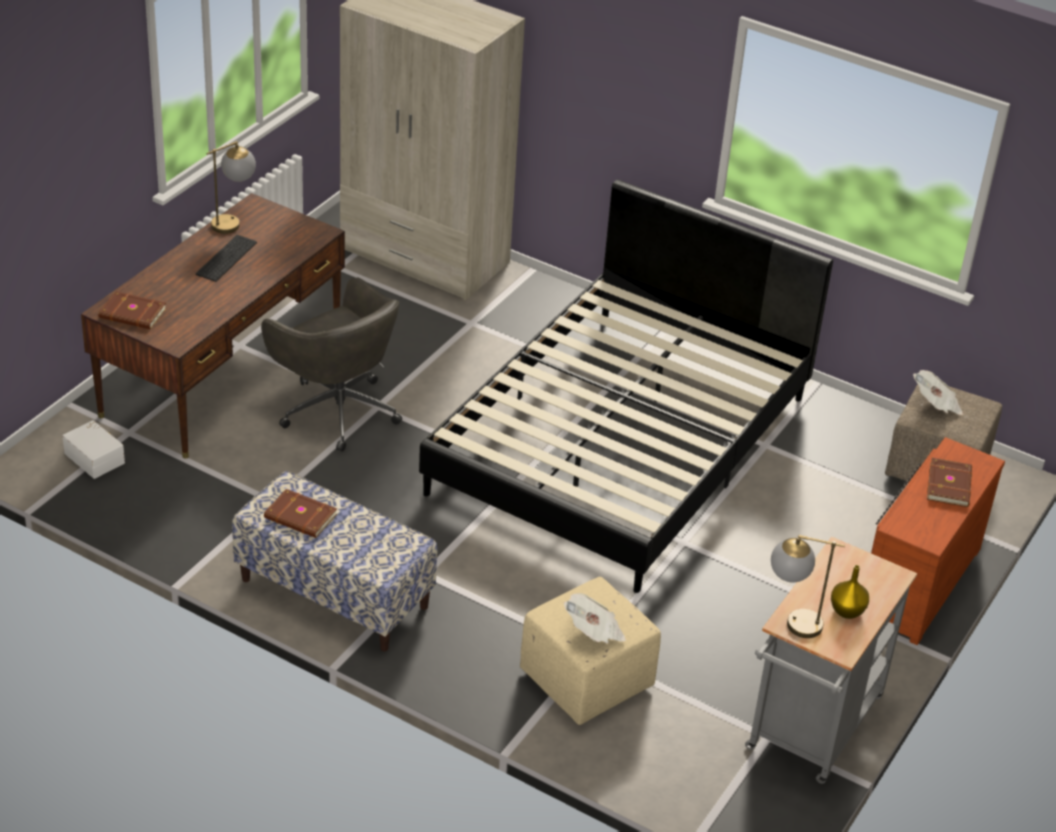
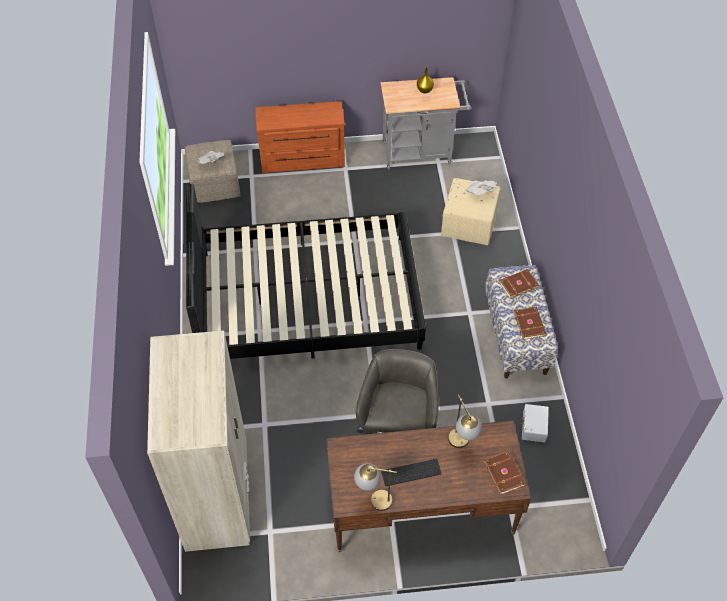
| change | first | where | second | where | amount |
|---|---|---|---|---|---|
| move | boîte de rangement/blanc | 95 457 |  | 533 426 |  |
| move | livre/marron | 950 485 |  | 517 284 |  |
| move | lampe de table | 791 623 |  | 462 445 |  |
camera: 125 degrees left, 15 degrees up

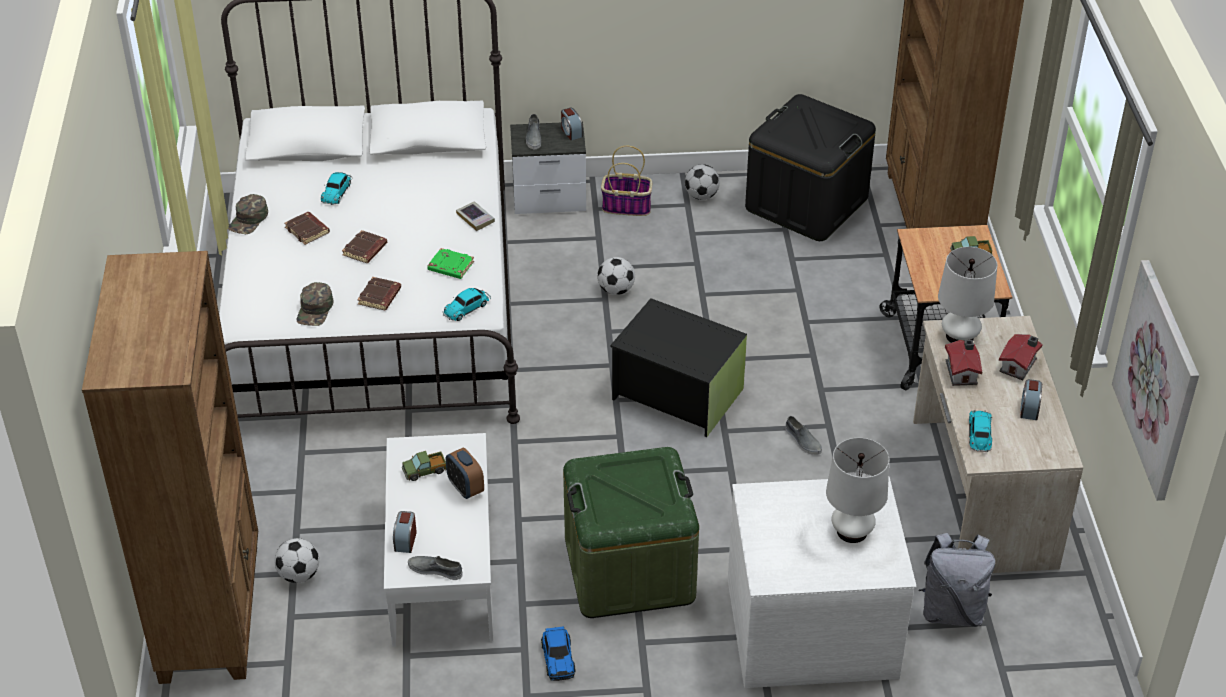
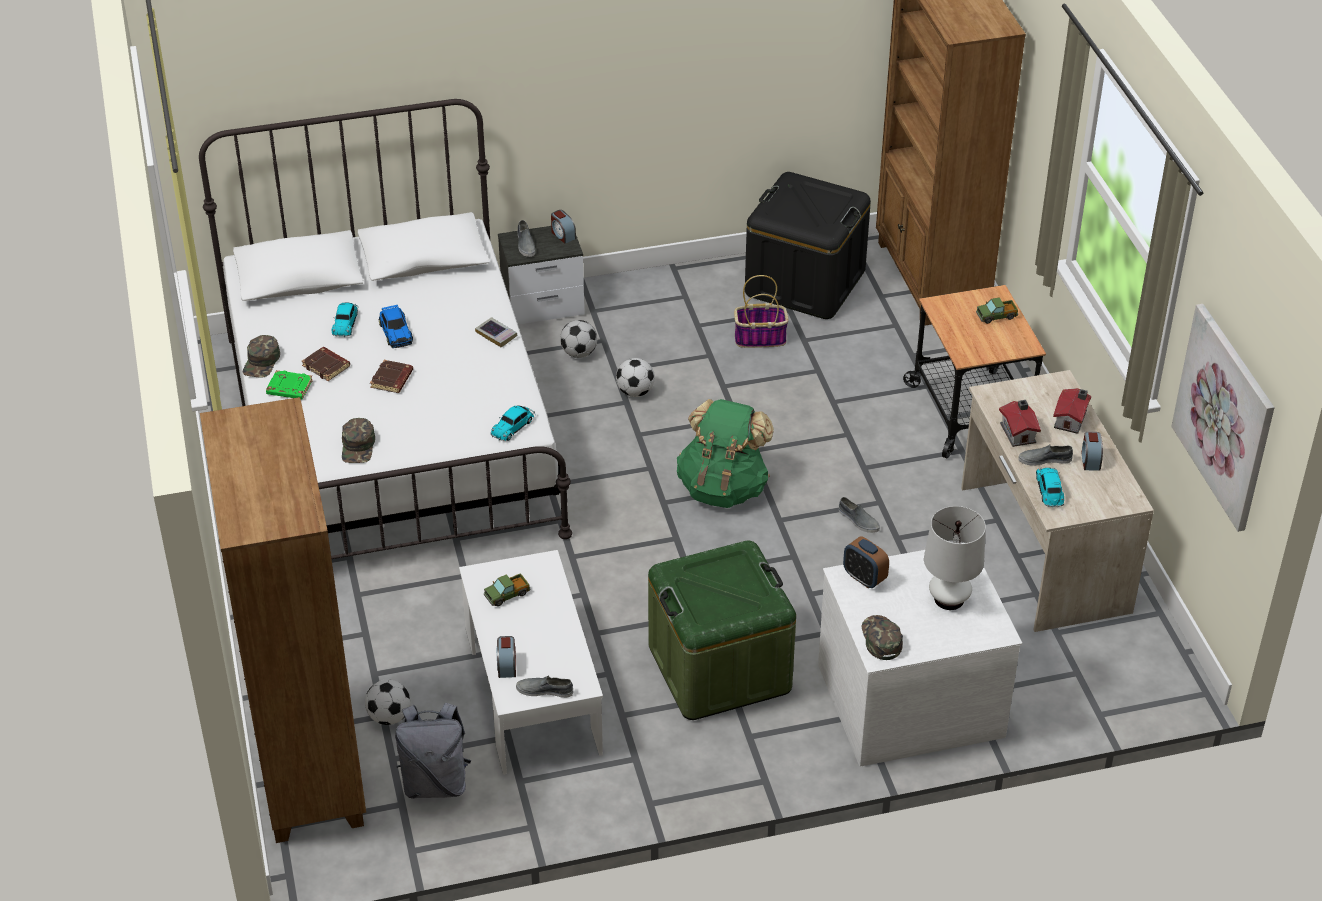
| change | first | where | second | where | amount |
|---|---|---|---|---|---|
| move | panier | 627 206 |  | 760 338 |  |
| move | ballon de foot | 702 196 |  | 579 353 |  |
| delete | lampe de table/blanc | 959 336 |  |  |  |
| move | livre/vert | 450 267 |  | 289 388 |  |
| delete | livre/marron | 380 297 |  |  |  |
| replace | boîte de rangement/noir | 678 392 | sac à dos/vert | 723 488 |  |
| move | réveil | 465 488 |  | 864 578 |  |
| move | sac à dos/gris | 952 611 |  | 435 783 |  |
| move | petite voiture | 558 658 |  | 396 332 |  |
| insert |  |  | chaussure/gris | 1044 459 |  |
| insert |  |  | casquette/vert | 880 639 |  |
camera: 10 degrees left, 0 degrees up

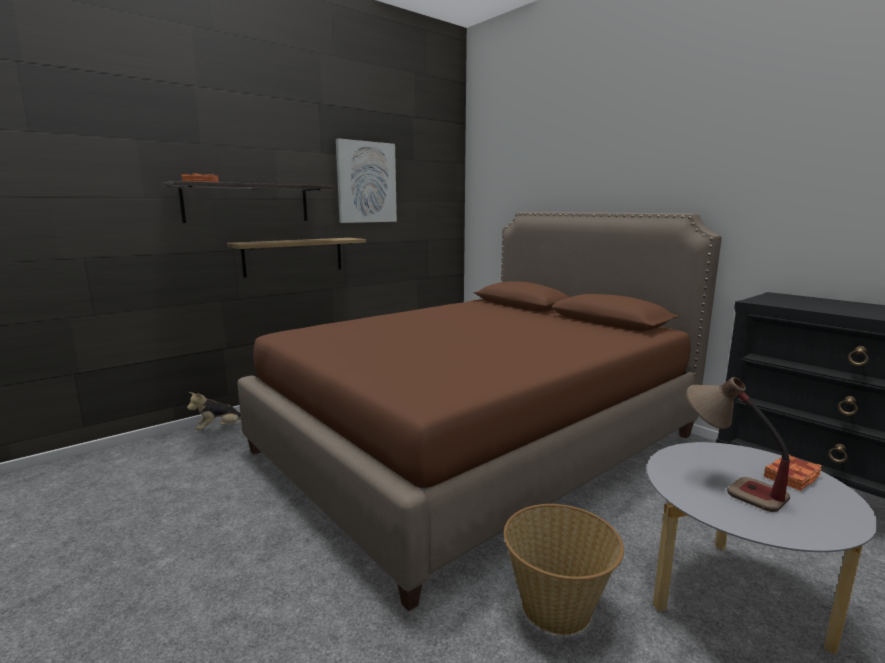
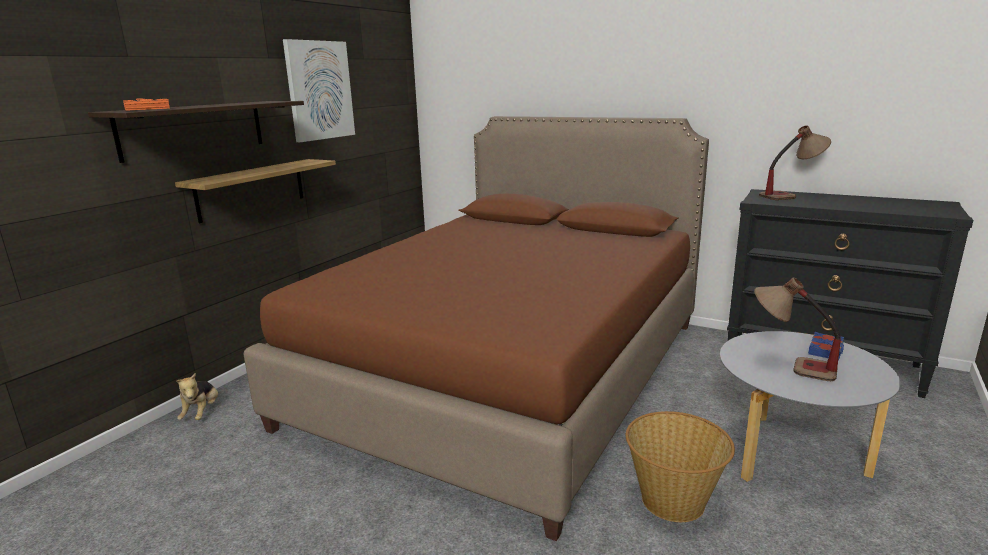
| change | first | where | second | where | amount |
|---|---|---|---|---|---|
| rotate | peluche | 220 428 |  | 202 413 | 45 degrees counterclockwise |
| recolor | livre/orange | 792 477 | livre/bleu | 826 350 |  |
| insert |  |  | lampe de table | 791 196 |  |
camera: 20 degrees left, 5 degrees up

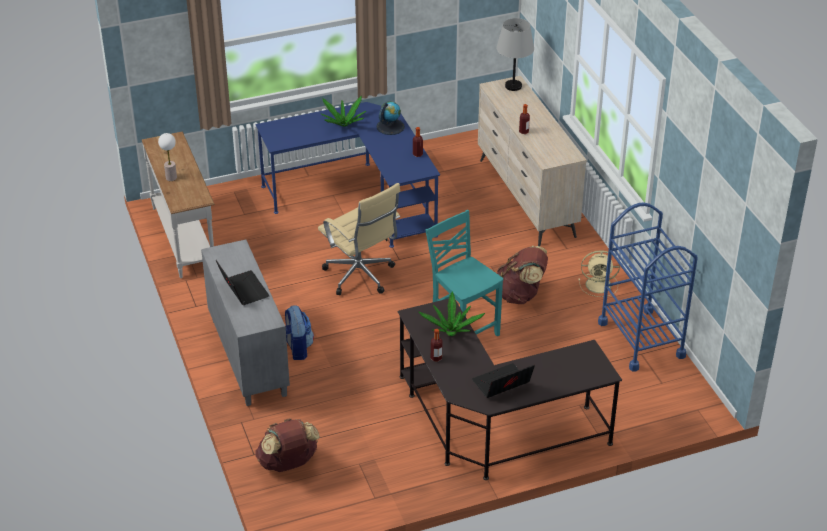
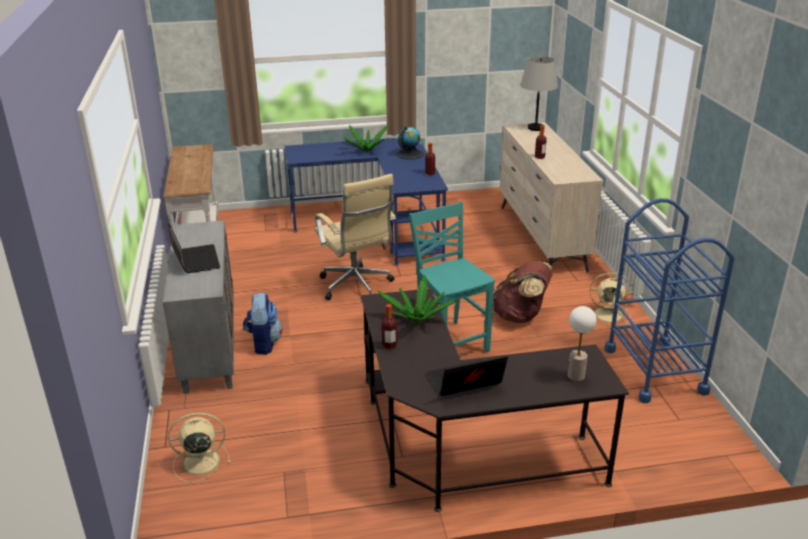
| change | first | where | second | where | amount |
|---|---|---|---|---|---|
| move | lampe de table | 171 178 |  | 575 376 |  |
| replace | sac à dos/marron | 288 464 | ventilateur/beige | 199 462 |  |
camera: 10 degrees right, 10 degrees down

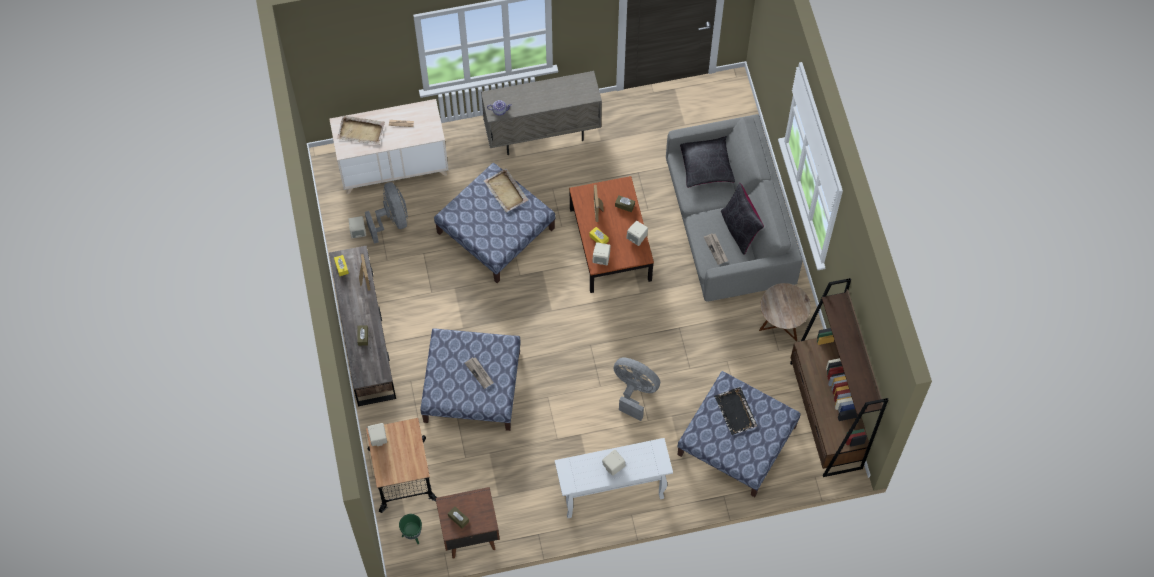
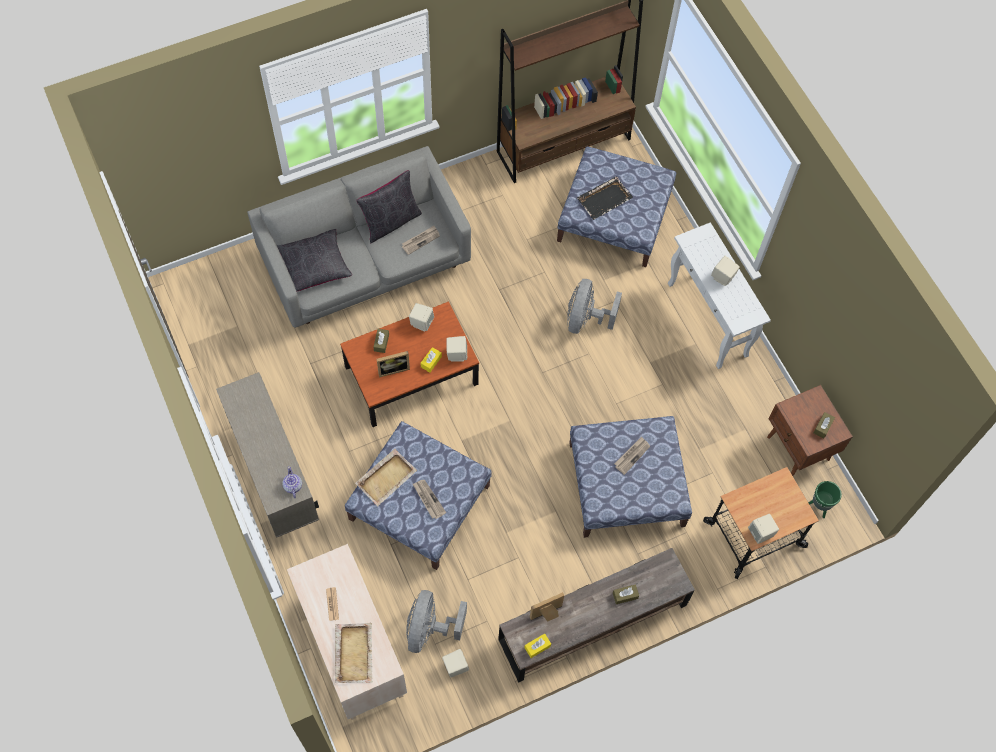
| change | first | where | second | where | amount |
|---|---|---|---|---|---|
| rotate | ventilateur/gris | 392 220 |  | 430 629 | 45 degrees counterclockwise |
| delete | table d'appoint/marron | 780 326 |  |  |  |
| insert |  |  | journal | 428 499 |  |
camera: 105 degrees left, 0 degrees up

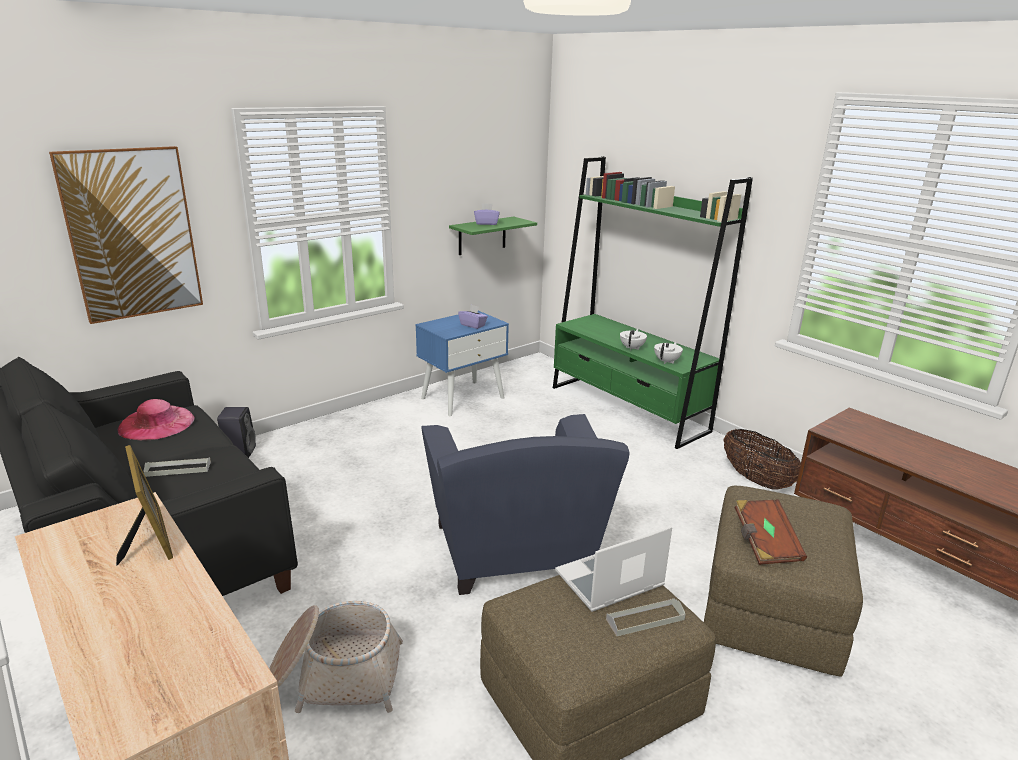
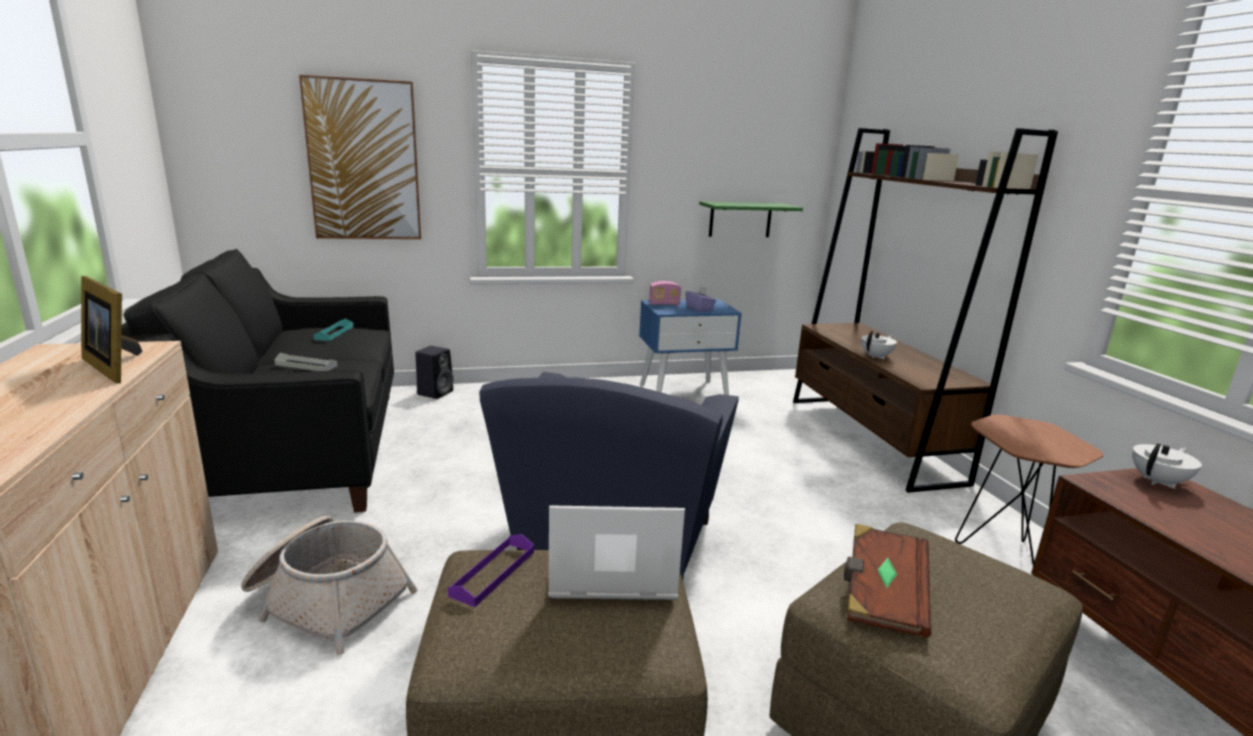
| change | first | where | second | where | amount |
|---|---|---|---|---|---|
| recolor | bibliothèque/vert | 627 409 | bibliothèque/marron | 871 439 |  |
| delete | boîte à mouchoirs/violet | 486 223 |  |  |  |
| move | théière/blanc | 667 361 |  | 1159 482 |  |
| replace | chapeau/rose | 156 423 | plateau/turquoise | 334 333 |  |
| replace | panier | 756 480 | table d'appoint/marron | 1003 554 |  |
| rotate | cadre photo | 150 538 |  | 115 366 | 135 degrees clockwise |
| delete | plateau/gris | 645 619 |  |  |  |
| insert |  |  | radio | 664 304 |  |
| insert |  |  | plateau/violet | 493 573 |  |
camera: 25 degrees right, 5 degrees down

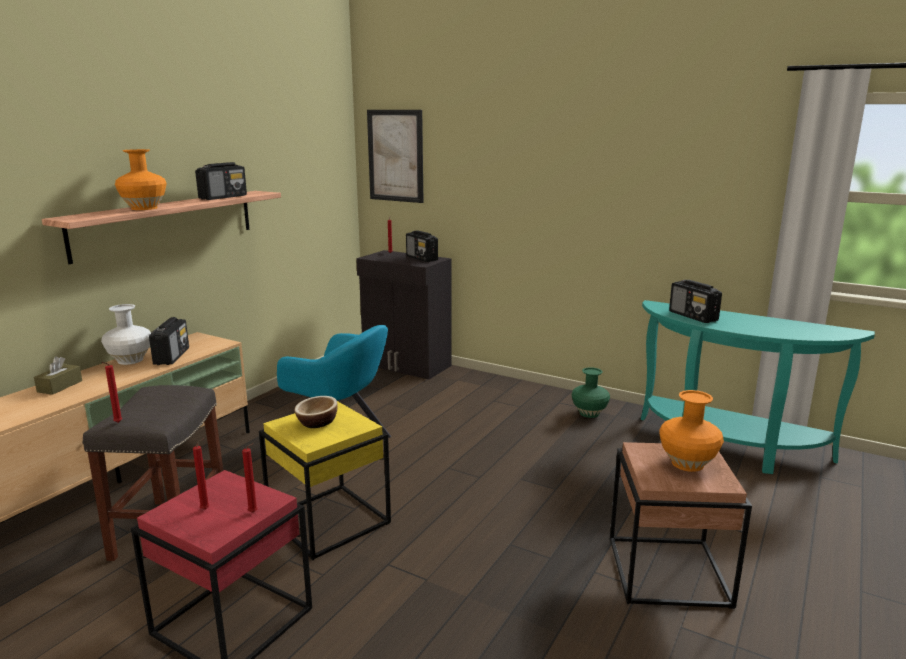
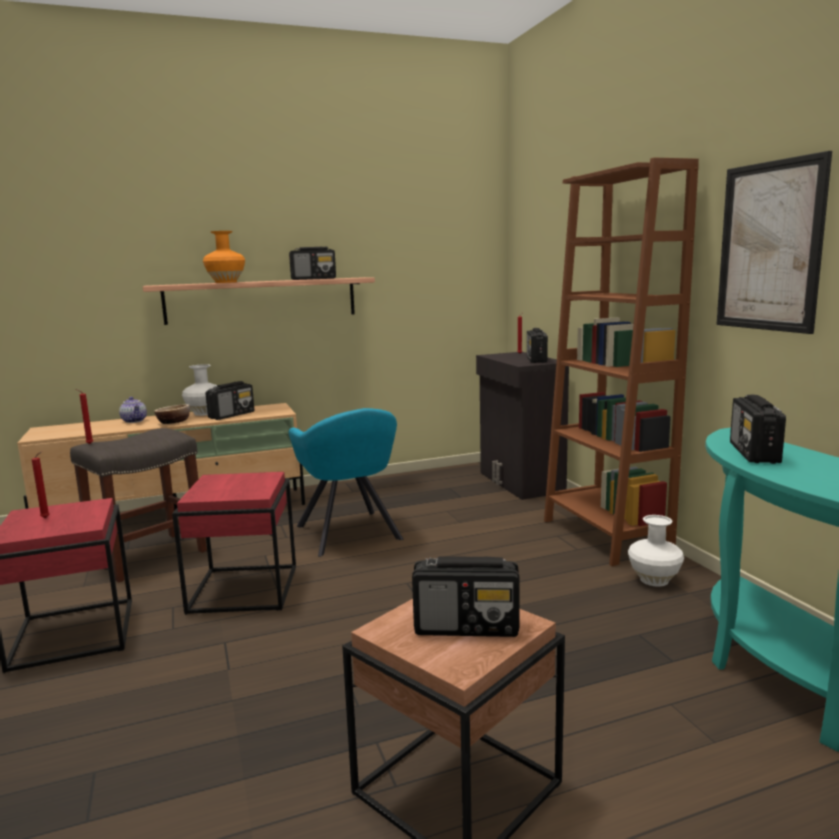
| change | first | where | second | where | amount |
|---|---|---|---|---|---|
| move | tableau | 395 156 |  | 769 247 |  |
| replace | boîte à mouchoirs/marron | 60 386 | théière | 135 421 |  |
| recolor | vase/vert | 589 413 | vase/blanc | 654 579 |  |
| replace | vase/orange | 687 463 | radio | 467 627 |  |
| move | bol | 317 422 |  | 174 422 |  |
| recolor | table d'appoint/jaune | 330 521 | table d'appoint/rouge | 245 590 |  |
| delete | bougie/rouge | 254 512 |  |  |  |
| insert |  |  | bibliothèque/marron | 605 535 |  |
camera: 40 degrees right, 5 degrees down

